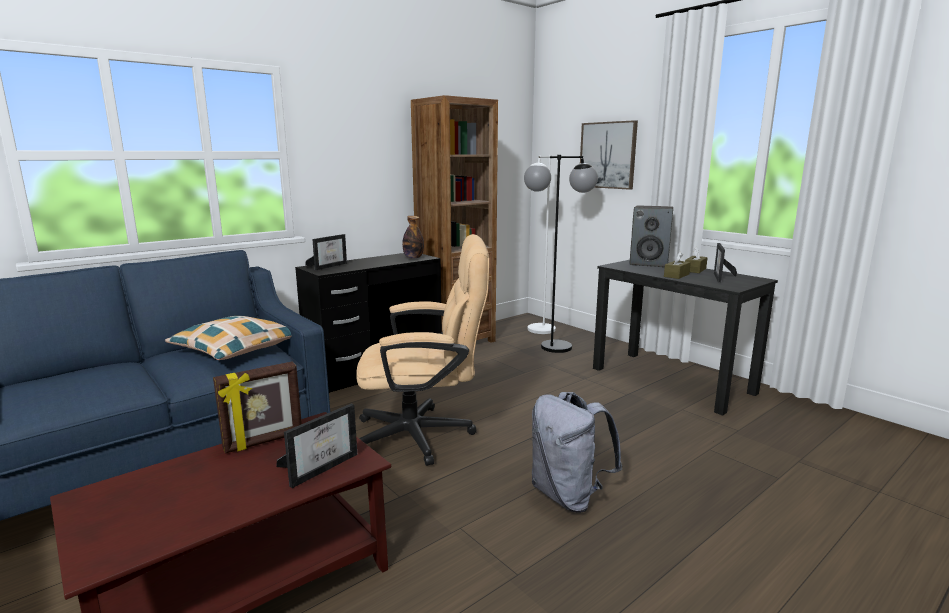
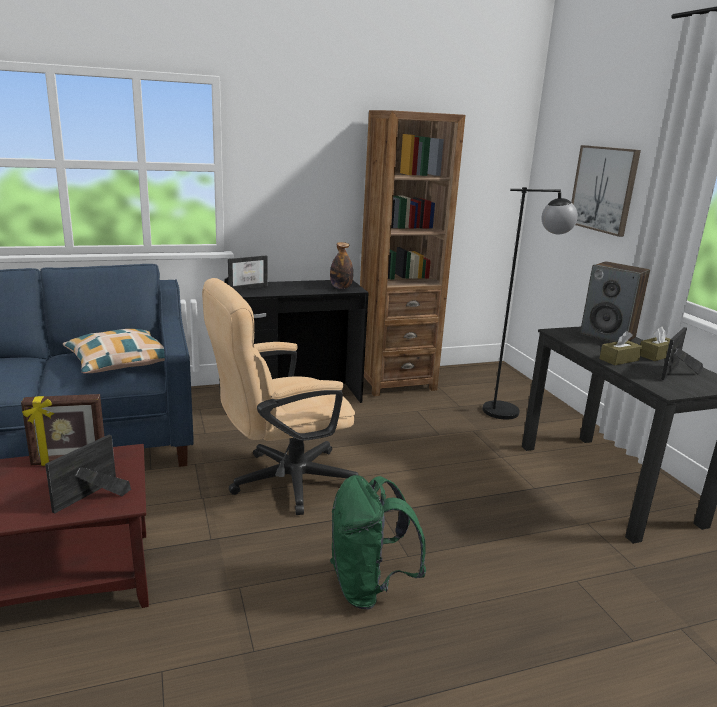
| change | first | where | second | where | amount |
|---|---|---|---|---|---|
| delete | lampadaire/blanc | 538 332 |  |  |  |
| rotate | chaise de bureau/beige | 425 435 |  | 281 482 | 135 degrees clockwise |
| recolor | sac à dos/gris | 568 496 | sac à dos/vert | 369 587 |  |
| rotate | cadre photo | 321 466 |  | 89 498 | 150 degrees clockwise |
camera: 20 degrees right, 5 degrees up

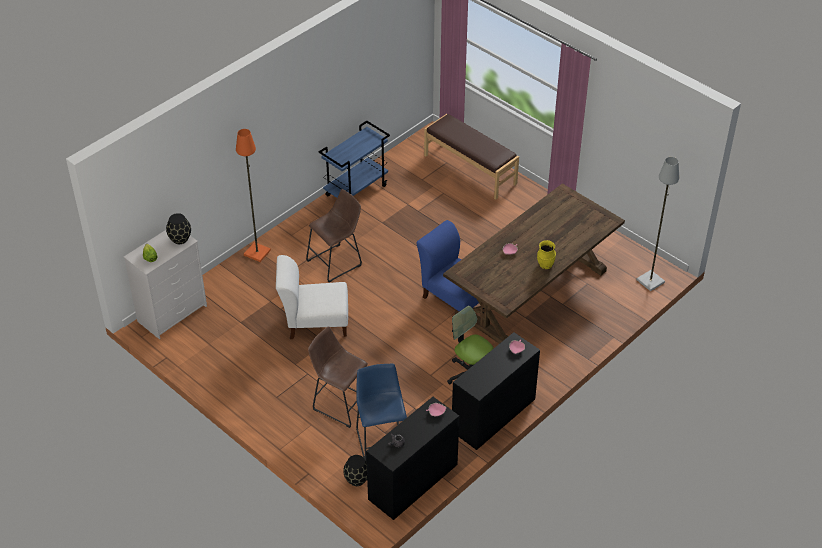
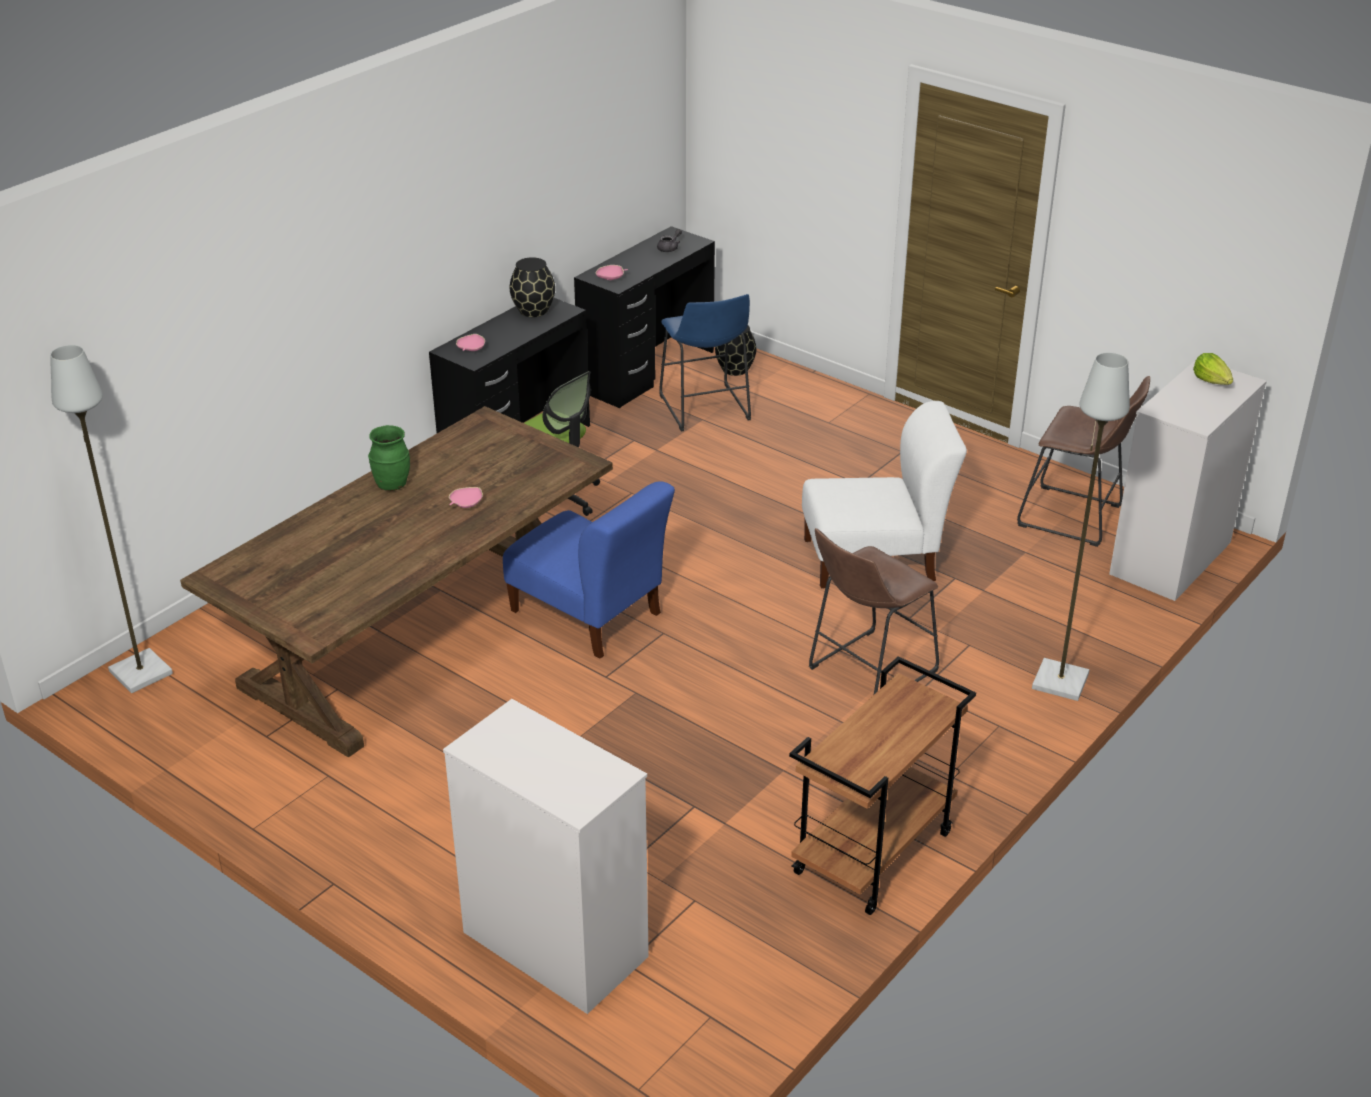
| change | first | where | second | where | amount |
|---|---|---|---|---|---|
| replace | banc/marron | 470 169 | commode/blanc | 553 943 |  |
| recolor | chariot/bleu | 356 190 | chariot/marron | 873 855 |  |
| recolor | lampadaire/orange | 257 252 | lampadaire/gris | 1059 682 |  |
| move | vase/noir | 180 239 |  | 533 310 |  |
| recolor | vase/jaune | 545 265 | vase/vert | 392 484 |  |
| move | tabouret/marron | 340 403 |  | 1075 518 |  |
camera: 175 degrees right, 10 degrees down

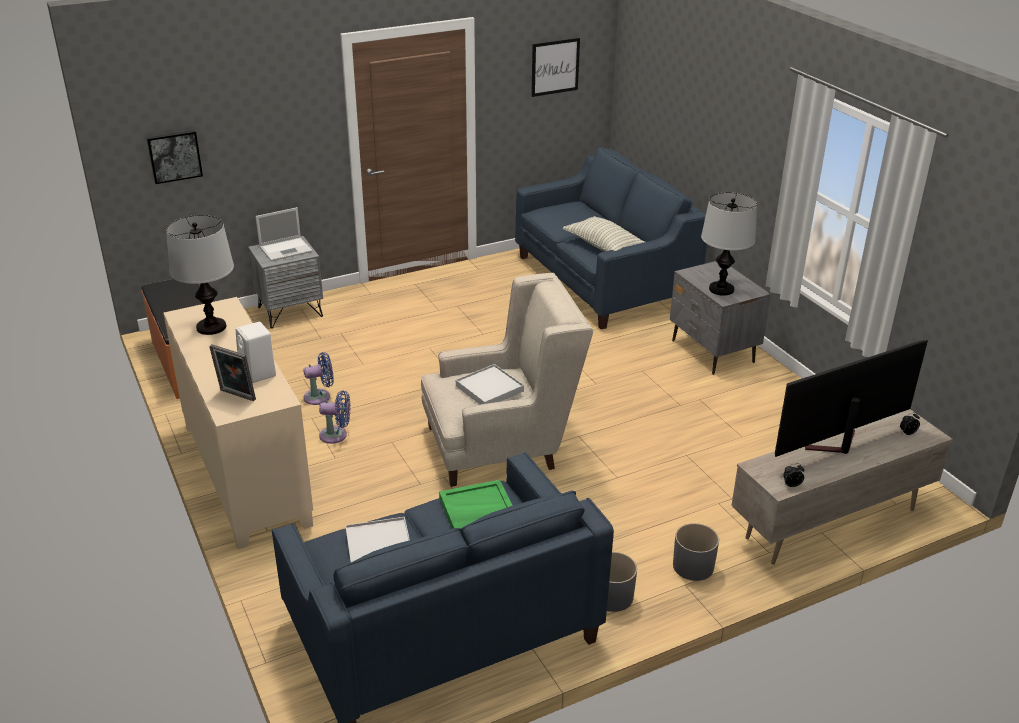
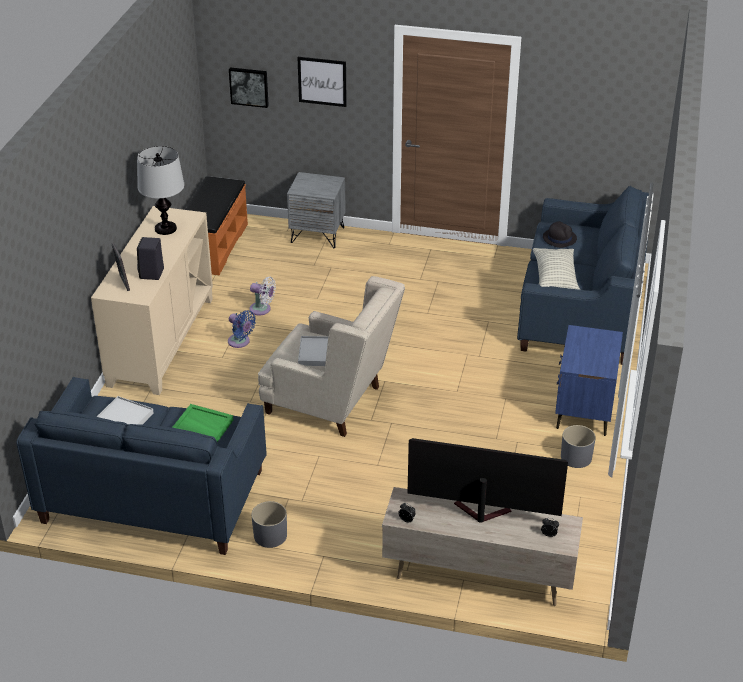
| change | first | where | second | where | amount |
|---|---|---|---|---|---|
| move | tableau | 555 67 |  | 322 81 |  |
| delete | lampe de table | 721 289 |  |  |  |
| delete | ordinateur portable | 286 249 |  |  |  |
| recolor | table de chevet/gris | 712 352 | table de chevet/bleu | 583 411 |  |
| recolor | enceinte/blanc | 259 374 | enceinte/noir | 151 274 |  |
| recolor | ventilateur/bleu | 320 397 | ventilateur/blanc | 262 309 |  |
| move | cache-pot/gris | 693 566 |  | 576 457 |  |
| insert |  |  | chapeau/noir | 559 238 |  |
camera: 40 degrees right, 5 degrees up

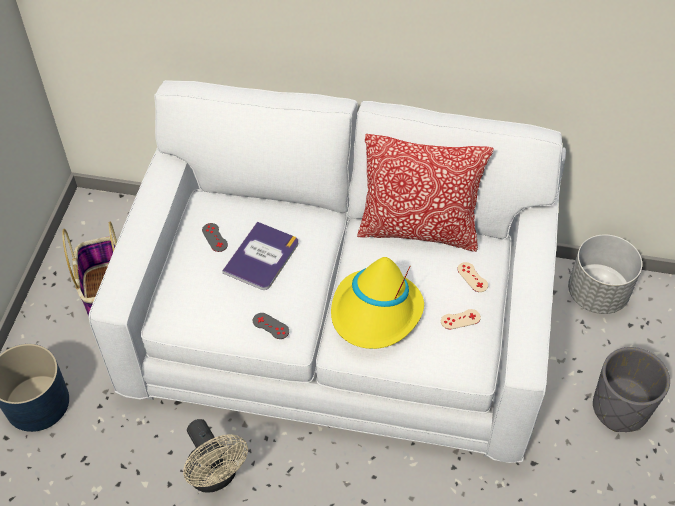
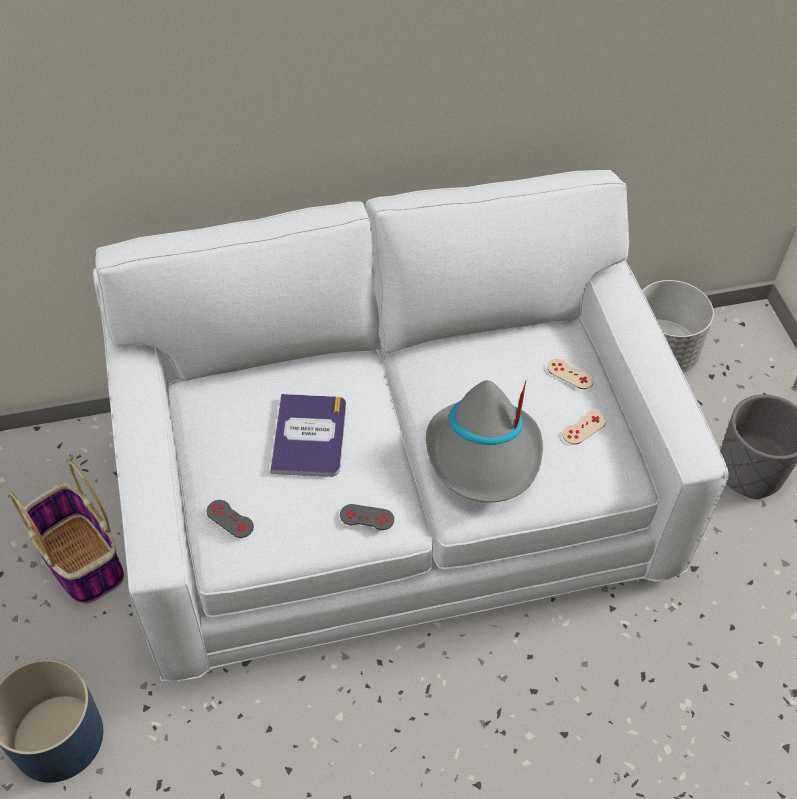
| change | first | where | second | where | amount |
|---|---|---|---|---|---|
| delete | coussin | 418 230 |  |  |  |
| move | manette/gris | 214 237 |  | 230 519 |  |
| recolor | chapeau/jaune | 376 313 | chapeau/gris | 484 455 |  |
| delete | ventilateur/beige | 215 476 |  |  |  |
camera: 25 degrees left, 0 degrees up

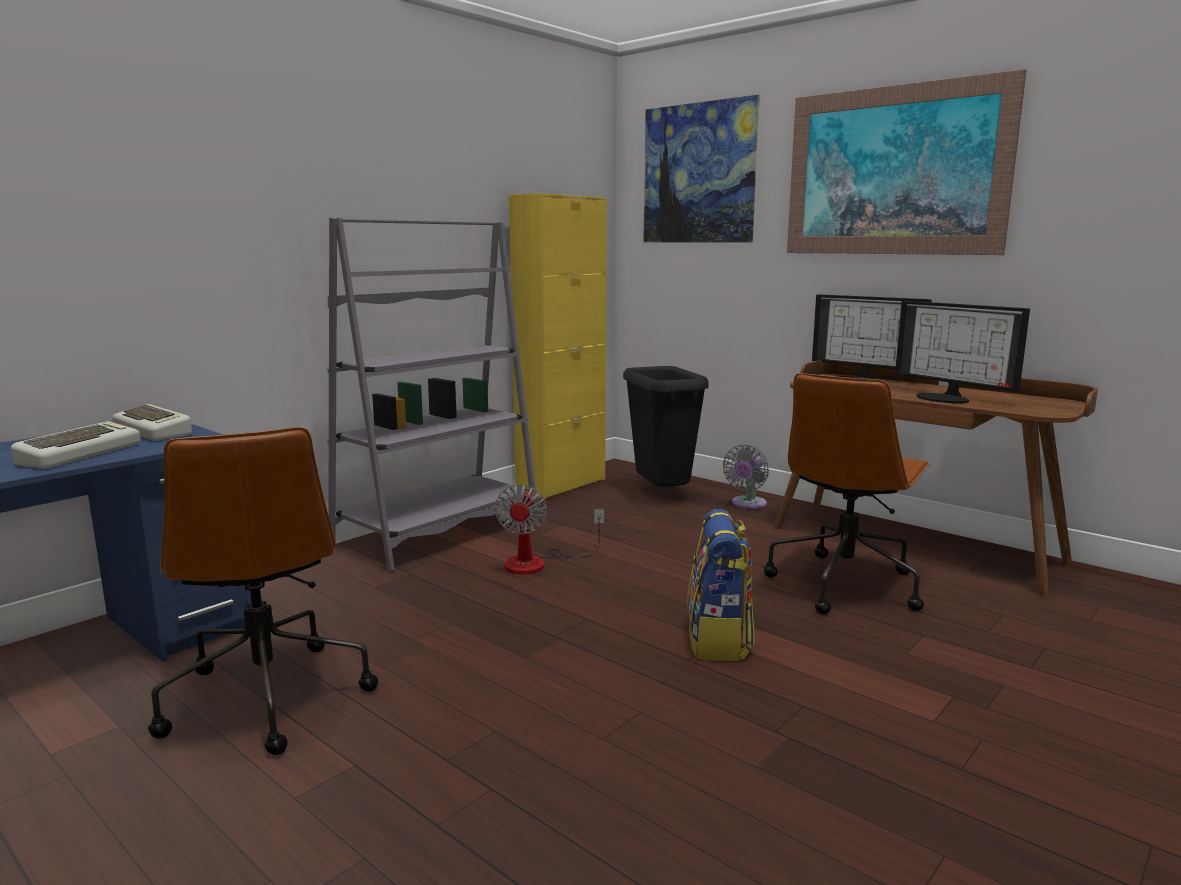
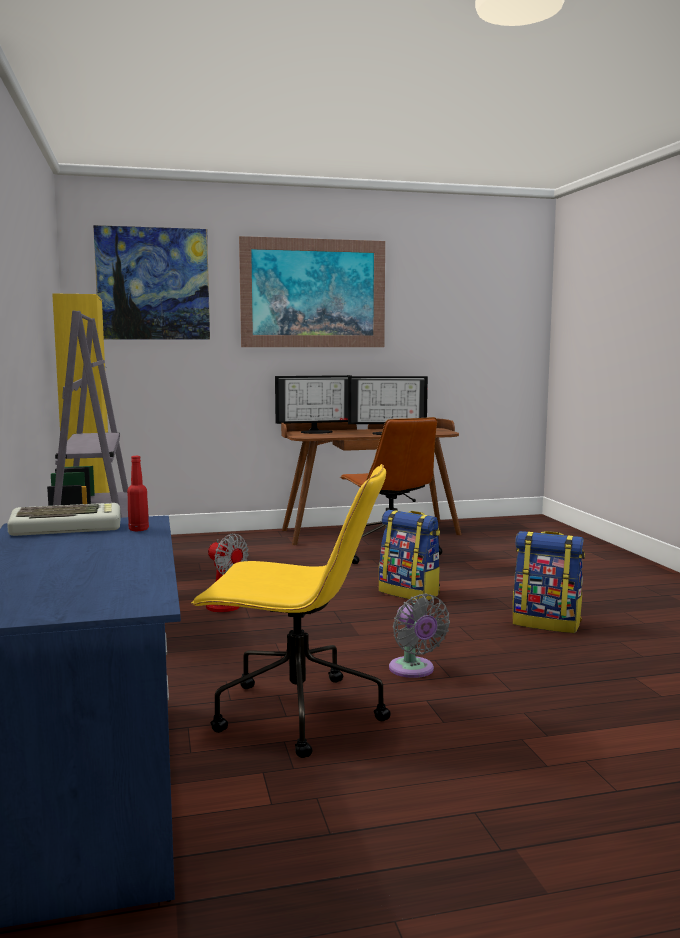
| change | first | where | second | where | amount |
|---|---|---|---|---|---|
| delete | poubelle/noir | 663 496 |  |  |  |
| delete | clavier | 79 453 |  |  |  |
| recolor | chaise de bureau/marron | 266 696 | chaise de bureau/jaune | 295 714 |  |
| move | ventilateur/gris | 747 504 |  | 413 670 |  |
| insert |  |  | bouteille/rouge | 138 529 |  |
| insert |  |  | sac à dos | 547 623 |  |
camera: 55 degrees left, 5 degrees down

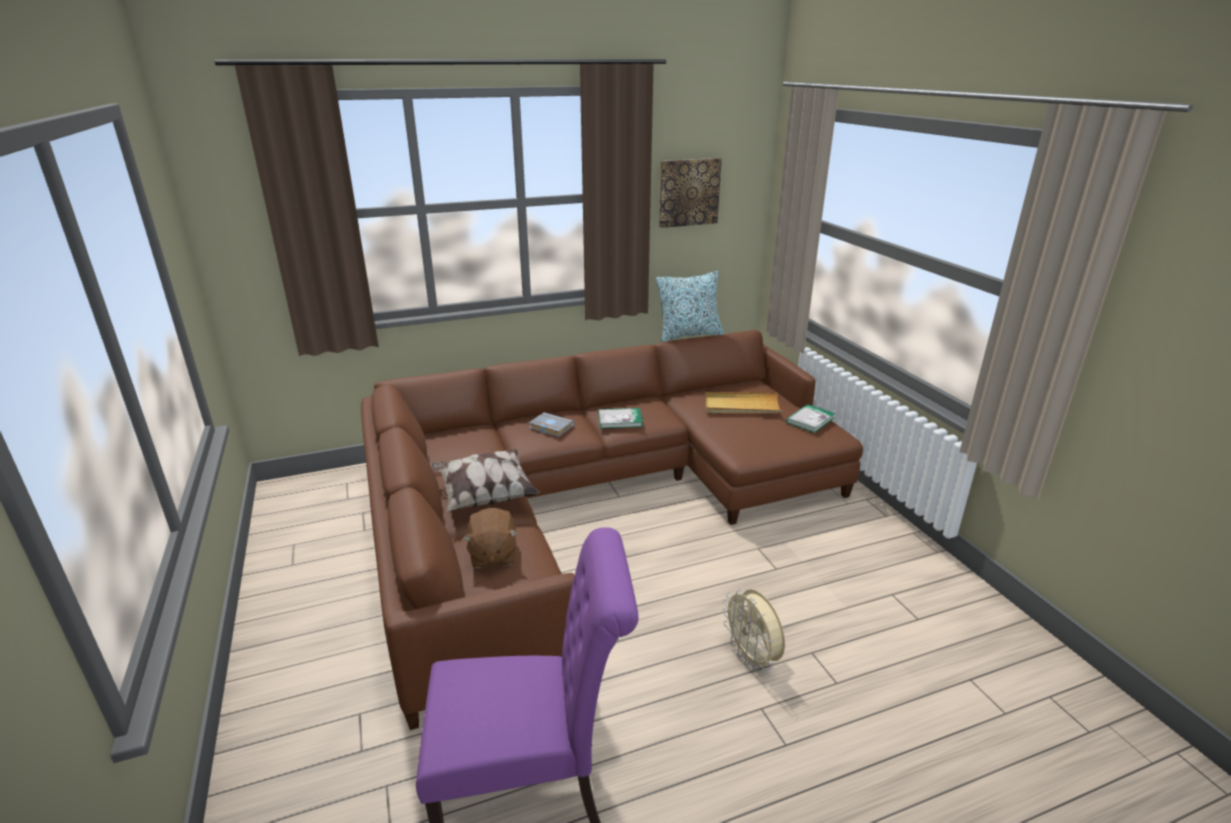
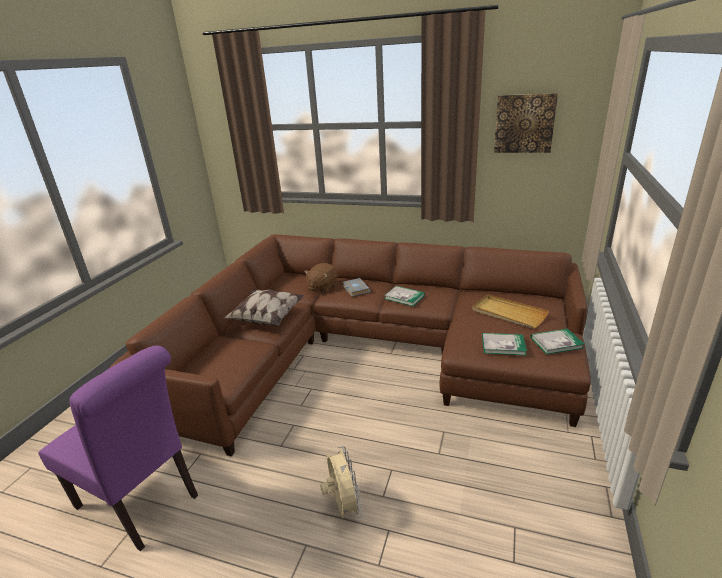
| change | first | where | second | where | amount |
|---|---|---|---|---|---|
| delete | coussin | 689 335 |  |  |  |
| move | peluche/marron | 492 555 |  | 322 287 |  |
| rotate | ventilateur/beige | 752 657 |  | 343 506 | 150 degrees clockwise |
| insert |  |  | livre | 503 345 |  |
camera: 40 degrees right, 0 degrees up

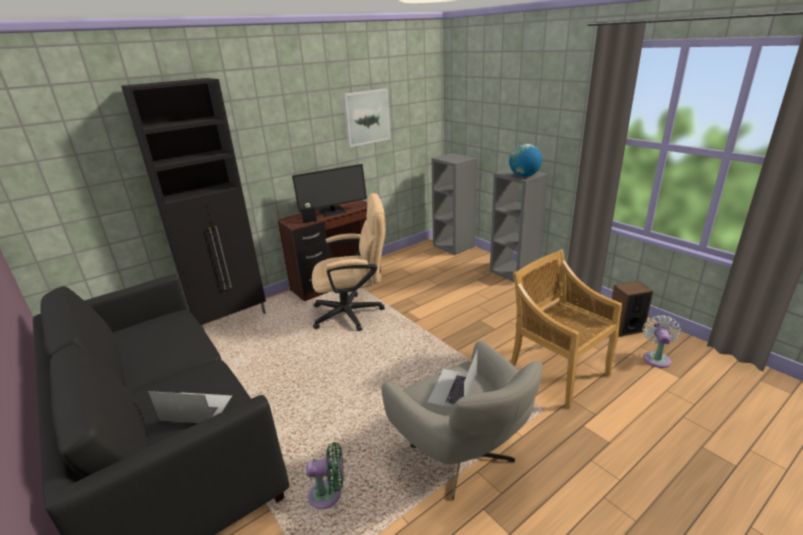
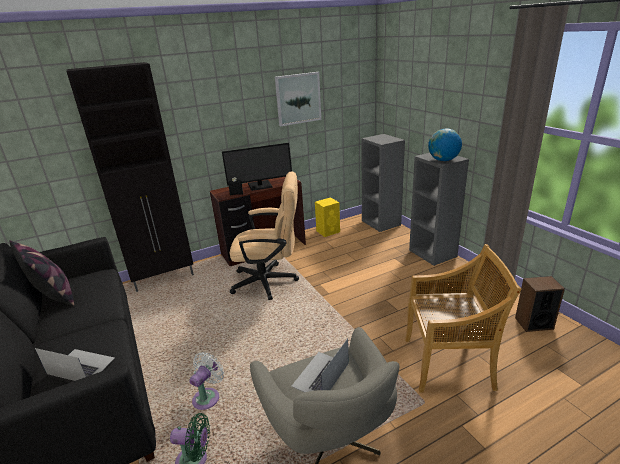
| change | first | where | second | where | amount |
|---|---|---|---|---|---|
| rotate | chaise/beige | 557 372 |  | 449 363 | 120 degrees clockwise |
| move | ventilateur/blanc | 656 358 |  | 208 397 |  |
| insert |  |  | enceinte/jaune | 328 231 |  |
| insert |  |  | coussin | 54 297 |  |
camera: 10 degrees right, 0 degrees up

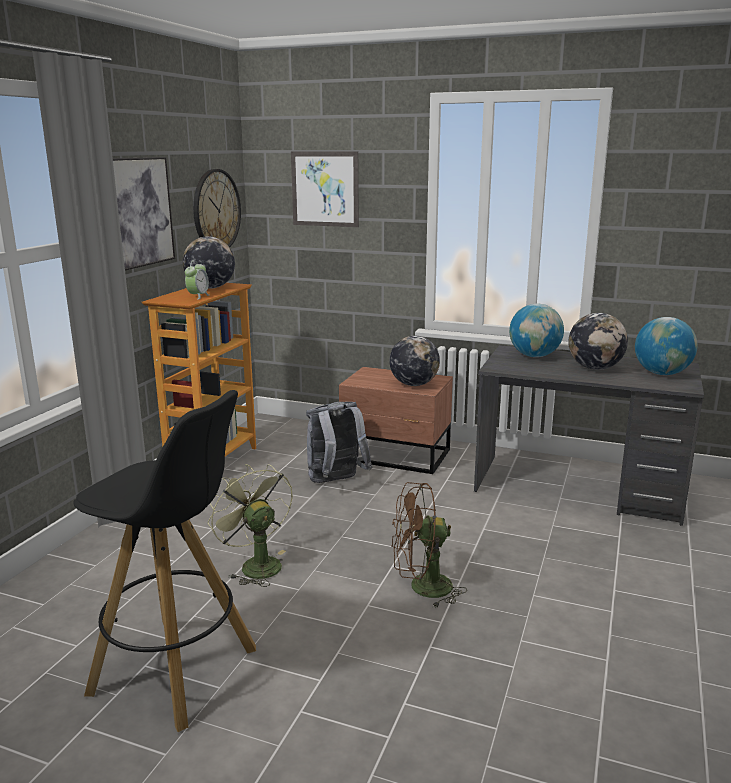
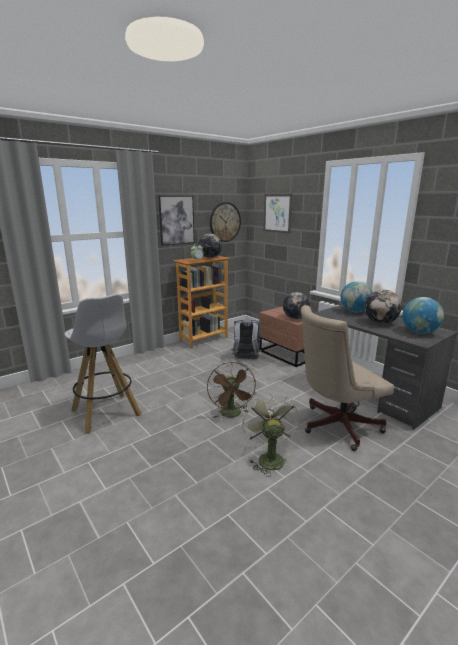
| change | first | where | second | where | amount |
|---|---|---|---|---|---|
| recolor | tabouret/noir | 177 672 | tabouret/blanc | 106 413 |  |
| move | ventilateur/vert | 255 564 |  | 268 457 |  |
| rotate | ventilateur/marron | 422 588 |  | 232 414 | 120 degrees counterclockwise |
| insert |  |  | chaise de bureau/beige | 335 426 |  |
camera: 30 degrees right, 0 degrees up

